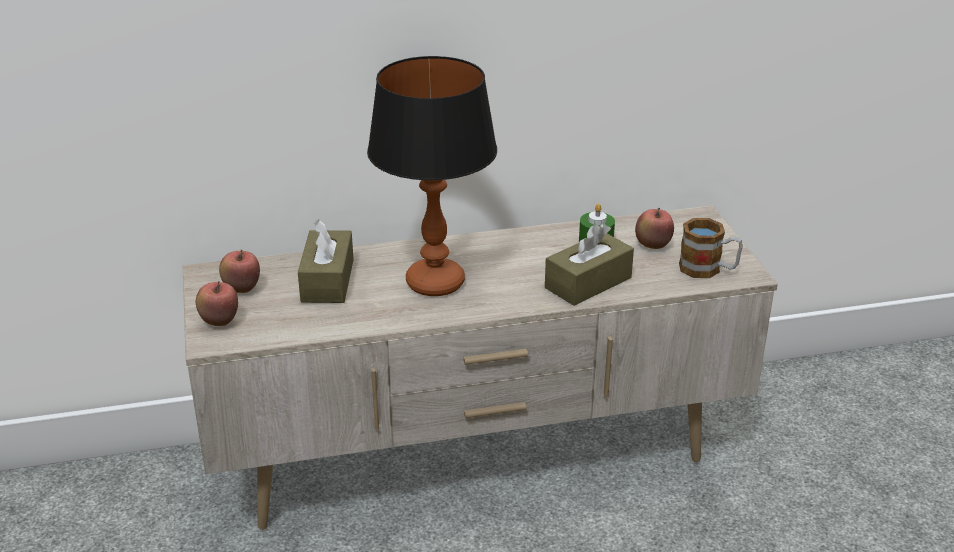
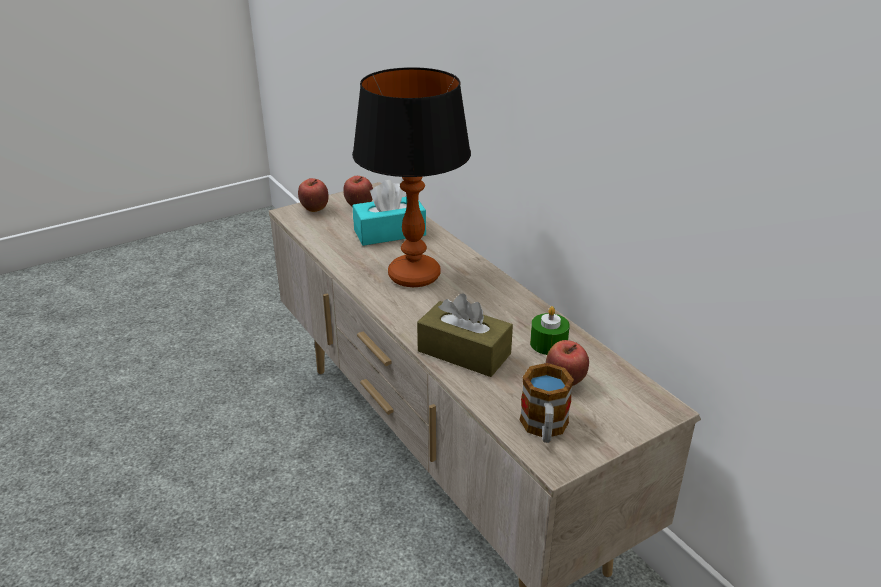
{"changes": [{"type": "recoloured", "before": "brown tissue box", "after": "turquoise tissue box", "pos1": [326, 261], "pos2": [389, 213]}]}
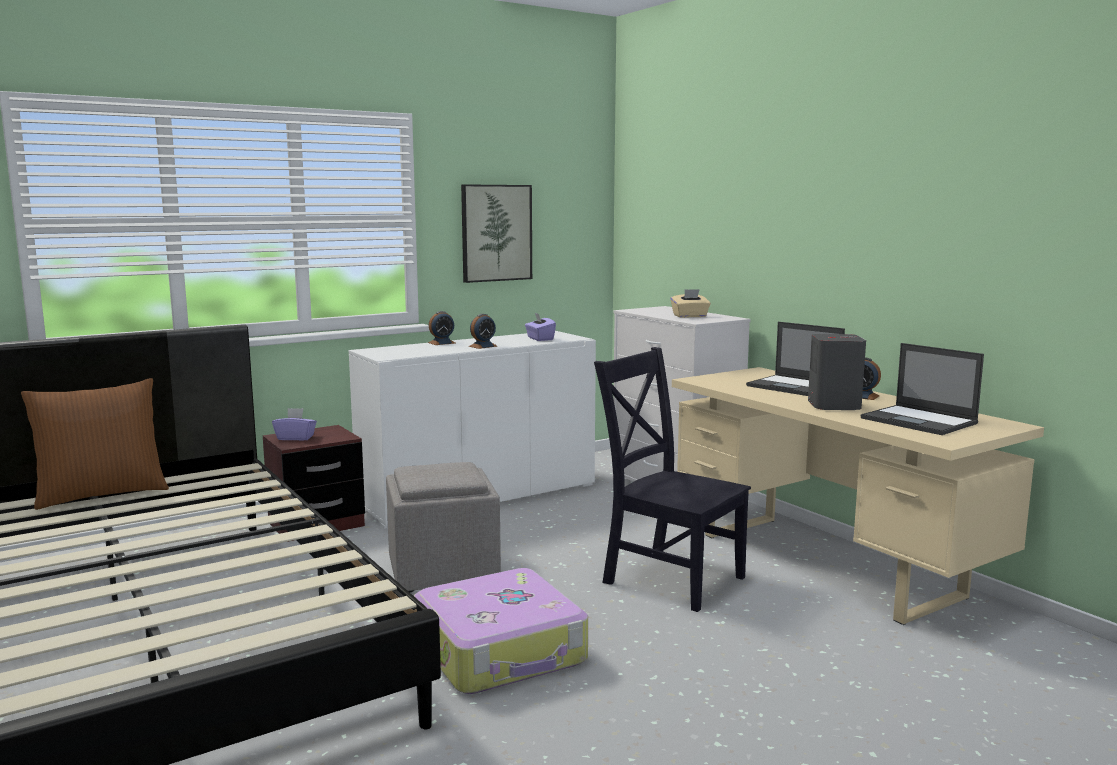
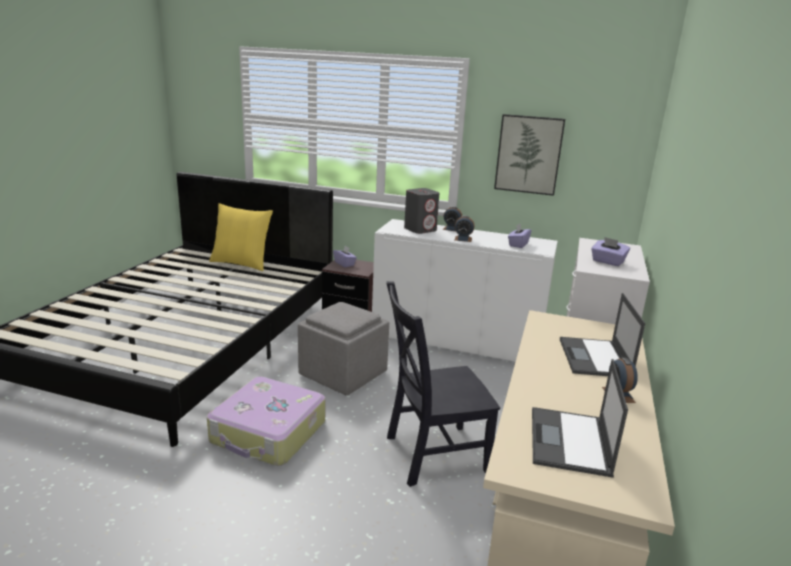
{"changes": [{"type": "moved", "before": "grey speaker", "pos1": [837, 372], "pos2": [421, 211]}, {"type": "recoloured", "before": "brown pillow", "after": "yellow pillow", "pos1": [95, 444], "pos2": [241, 237]}, {"type": "recoloured", "before": "beige tissue box", "after": "purple tissue box", "pos1": [691, 303], "pos2": [610, 251]}, {"type": "turned", "before": "black chair", "pos1": [672, 479], "pos2": [443, 384], "turn": -105}]}
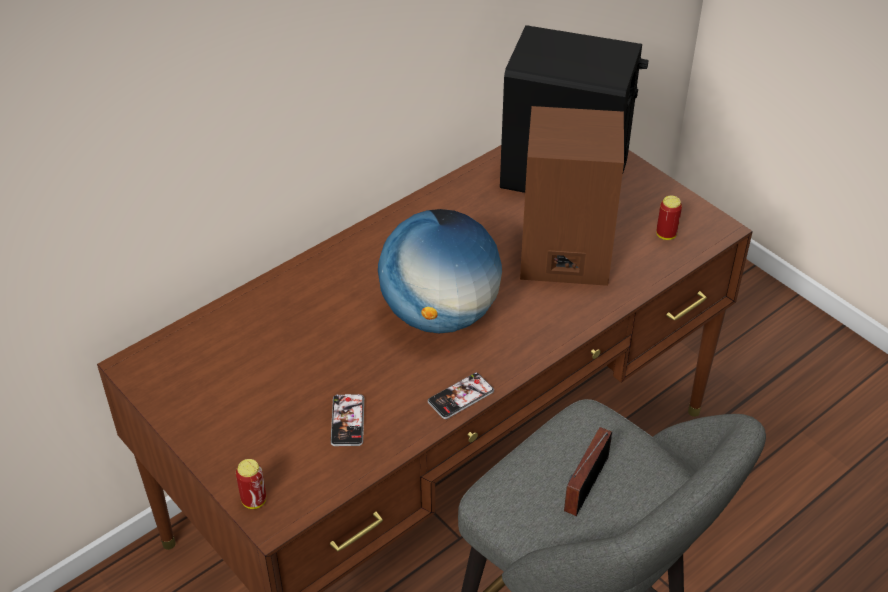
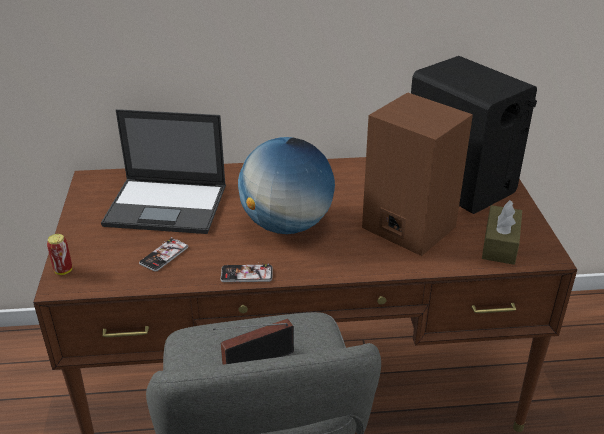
{"changes": [{"type": "added", "after": "laptop", "pos2": [163, 171]}, {"type": "replaced", "before": "can", "after": "brown tissue box", "pos1": [669, 218], "pos2": [502, 232]}]}
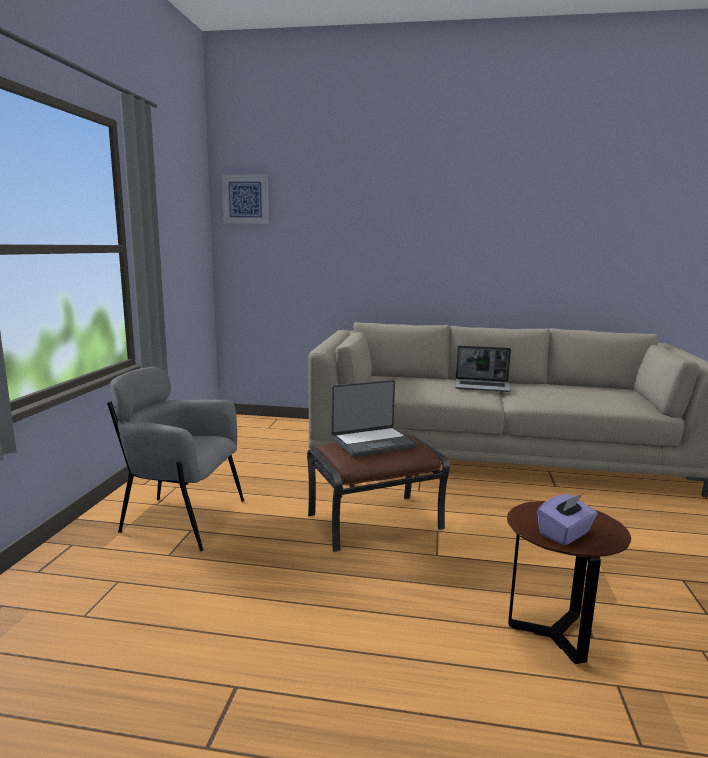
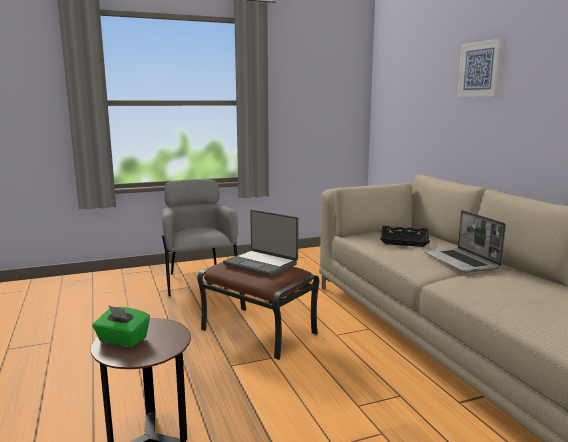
{"changes": [{"type": "added", "after": "black tray", "pos2": [405, 236]}, {"type": "moved", "before": "picture", "pos1": [245, 199], "pos2": [480, 67]}, {"type": "recoloured", "before": "purple tissue box", "after": "green tissue box", "pos1": [567, 519], "pos2": [121, 326]}]}
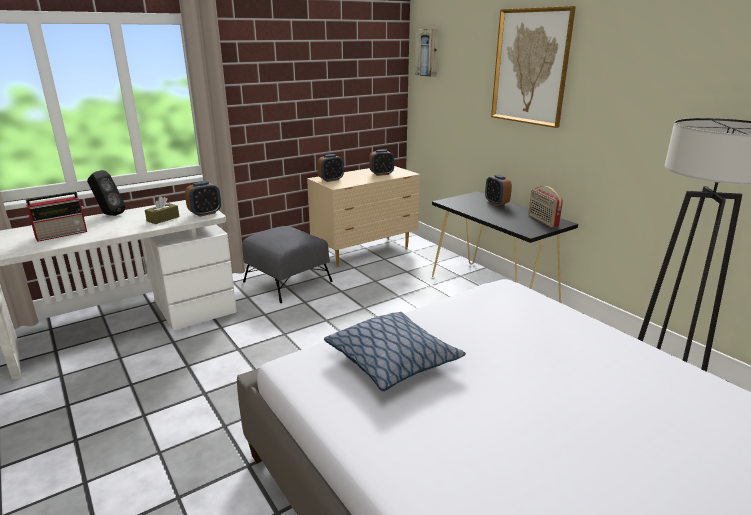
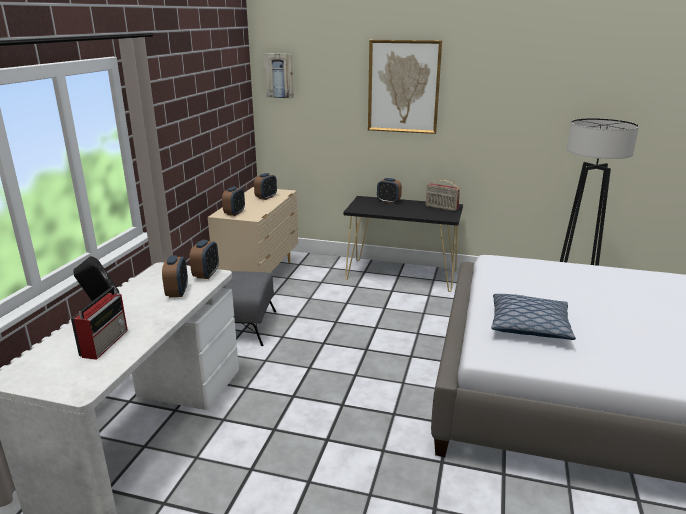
{"changes": [{"type": "replaced", "before": "brown tissue box", "after": "alarm clock", "pos1": [162, 210], "pos2": [175, 276]}]}
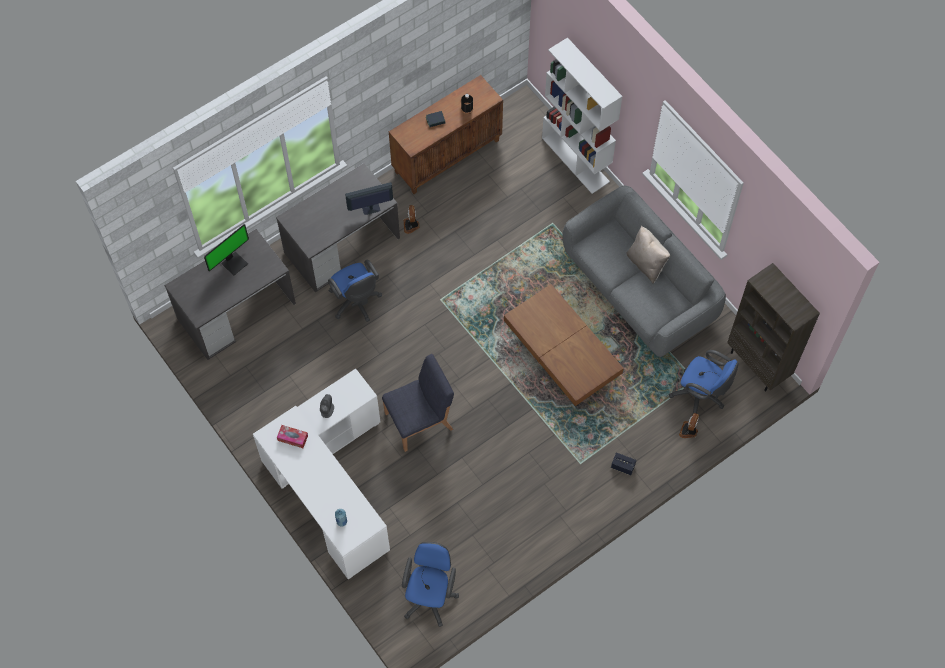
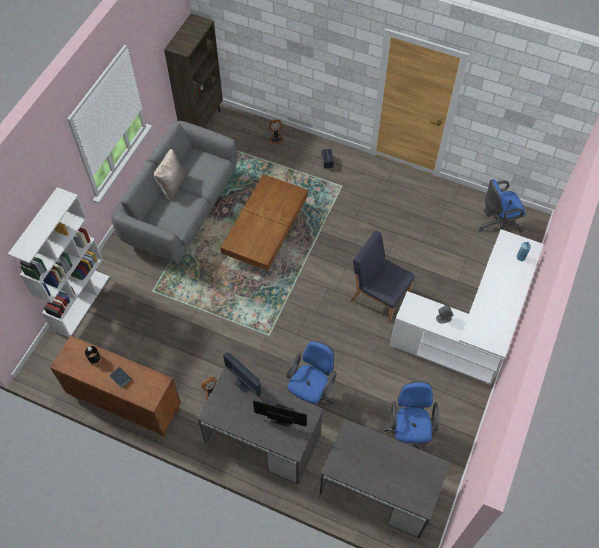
{"changes": [{"type": "removed", "before": "tissue box", "pos1": [292, 436]}, {"type": "moved", "before": "monitor", "pos1": [226, 250], "pos2": [280, 413]}, {"type": "moved", "before": "blue office chair", "pos1": [703, 383], "pos2": [411, 416]}]}
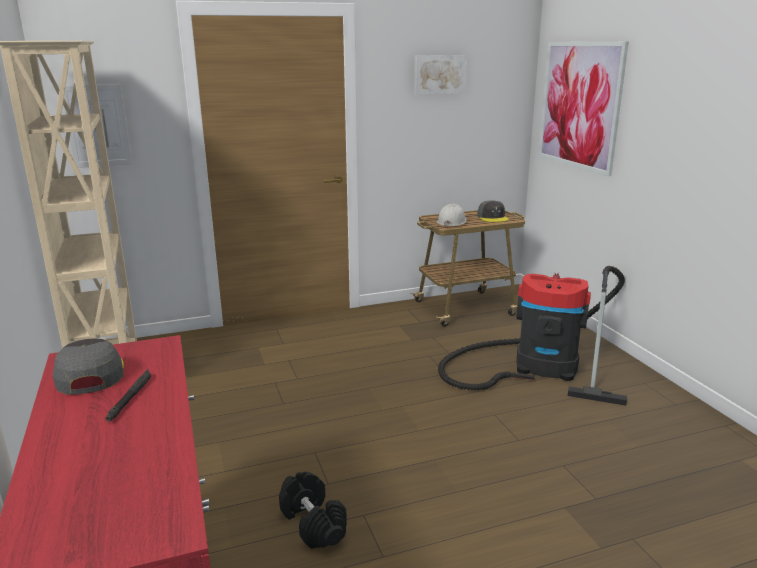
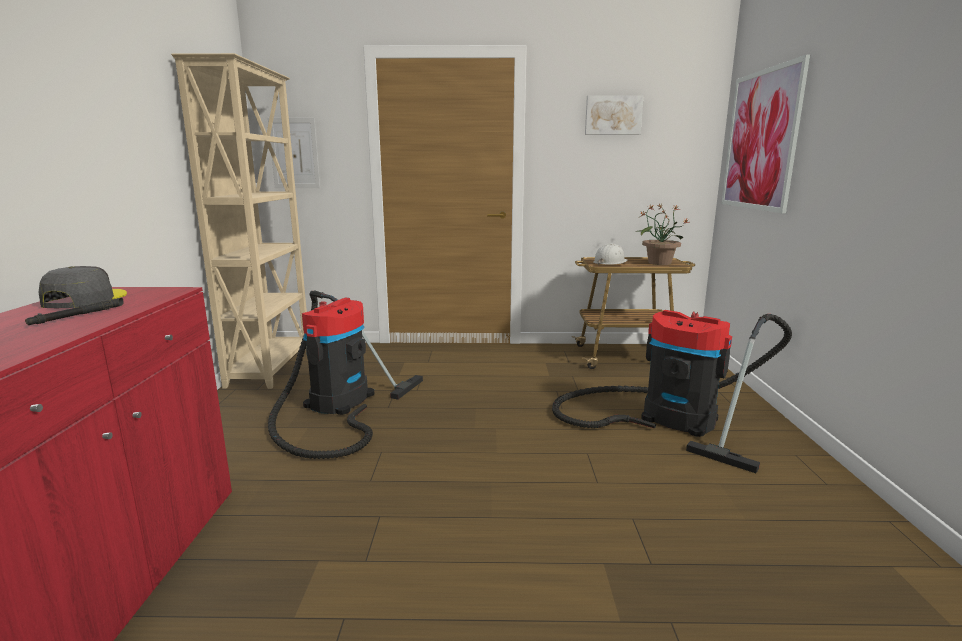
{"changes": [{"type": "removed", "before": "black dumbbell", "pos1": [313, 510]}, {"type": "added", "after": "vacuum cleaner", "pos2": [345, 375]}, {"type": "replaced", "before": "grey cap", "after": "potted plant", "pos1": [493, 211], "pos2": [663, 234]}]}
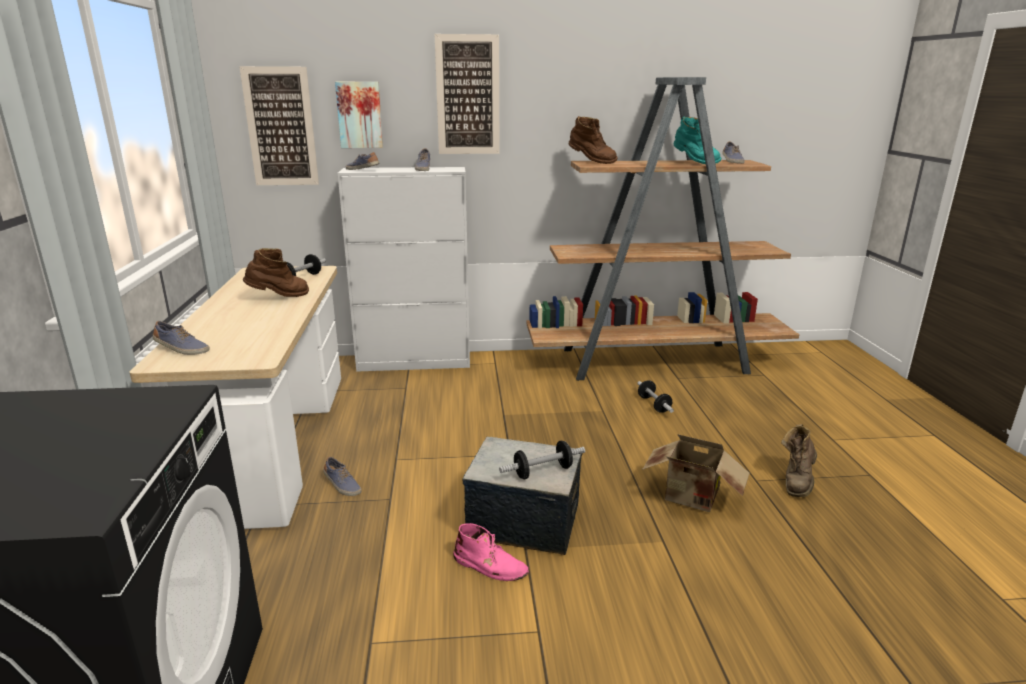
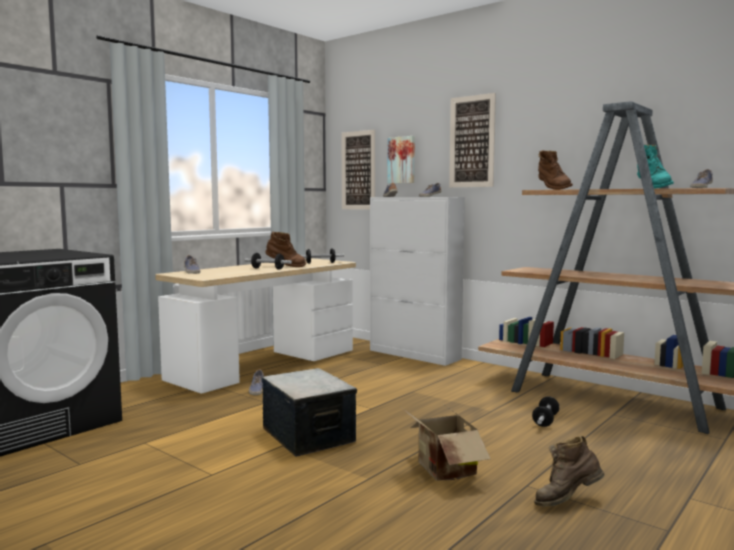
{"changes": [{"type": "removed", "before": "pink boot", "pos1": [491, 552]}, {"type": "moved", "before": "dumbbell", "pos1": [542, 460], "pos2": [268, 261]}]}
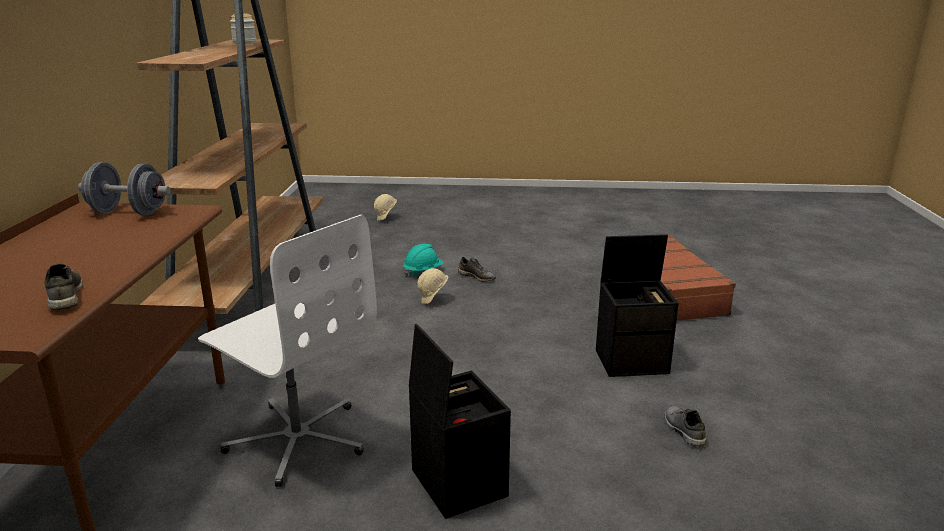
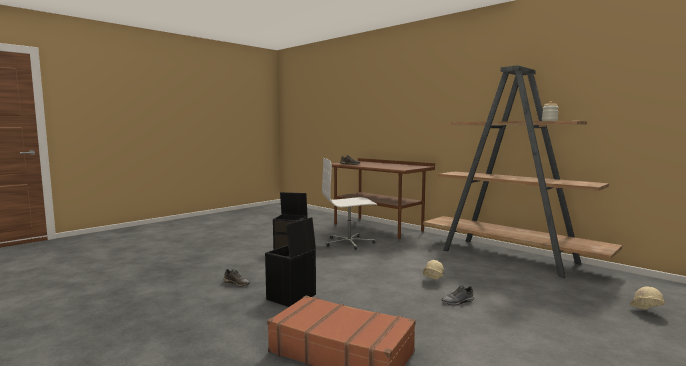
{"changes": [{"type": "removed", "before": "grey dumbbell", "pos1": [124, 188]}, {"type": "removed", "before": "turquoise hard hat", "pos1": [423, 260]}]}
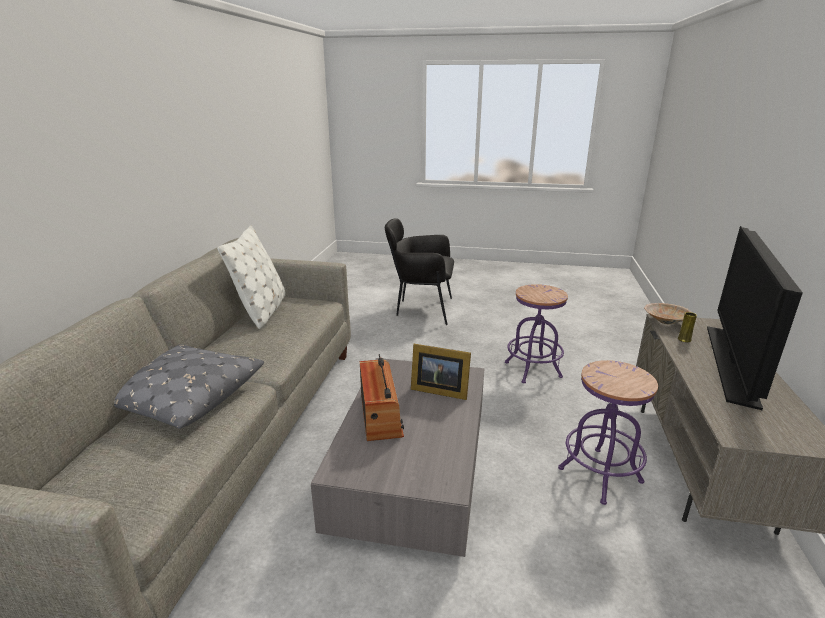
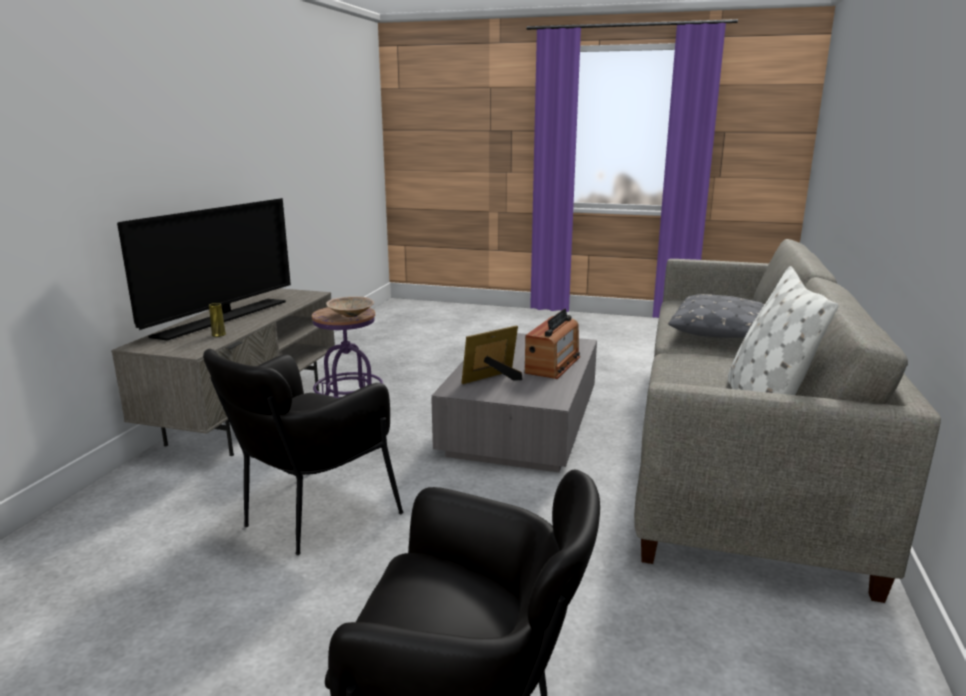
{"changes": [{"type": "moved", "before": "beige bowl", "pos1": [667, 314], "pos2": [350, 306]}, {"type": "replaced", "before": "purple stool", "after": "black armchair", "pos1": [536, 333], "pos2": [303, 452]}, {"type": "turned", "before": "radio", "pos1": [382, 397], "pos2": [552, 343], "turn": -150}, {"type": "turned", "before": "picture frame", "pos1": [441, 372], "pos2": [492, 354], "turn": -60}]}
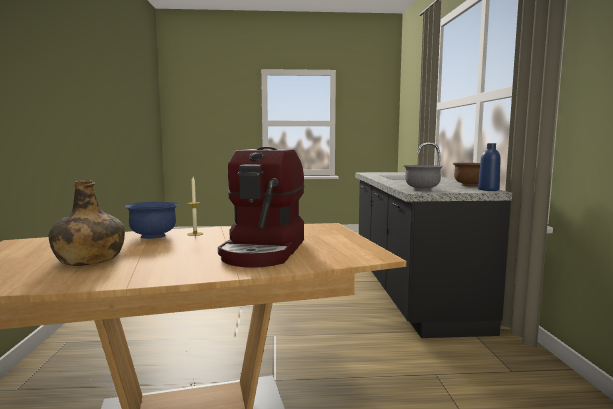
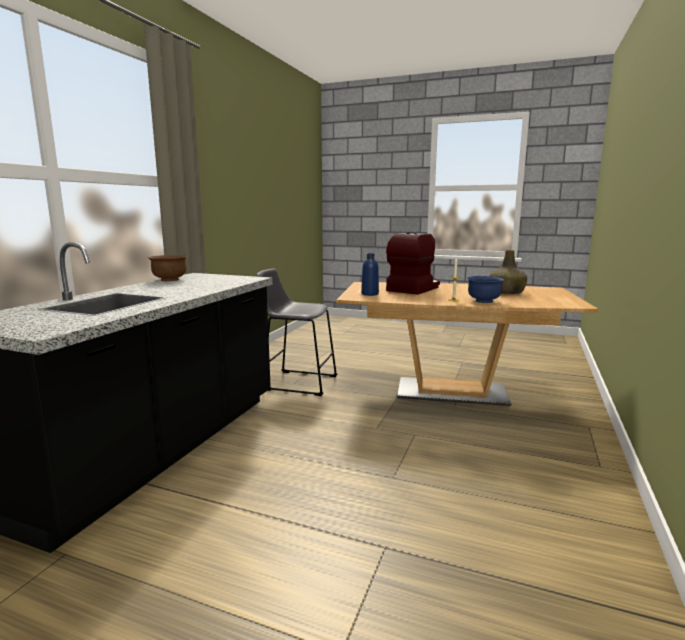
{"changes": [{"type": "removed", "before": "grey bowl", "pos1": [423, 178]}, {"type": "added", "after": "grey stool", "pos2": [296, 332]}, {"type": "moved", "before": "blue bottle", "pos1": [489, 167], "pos2": [370, 274]}]}
